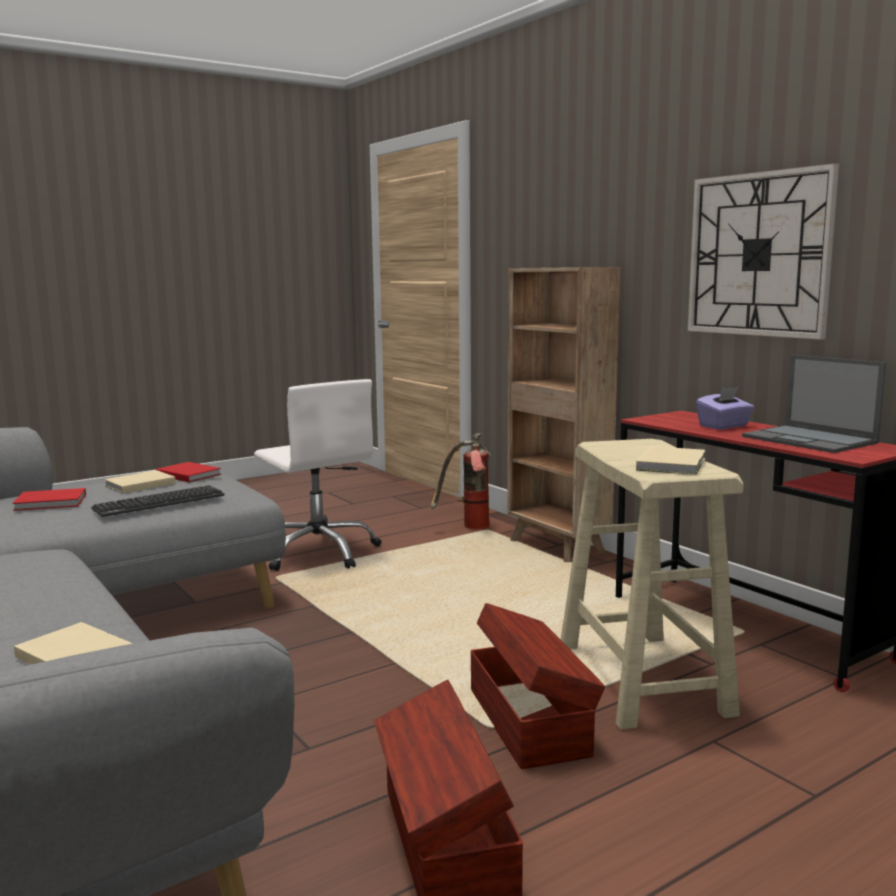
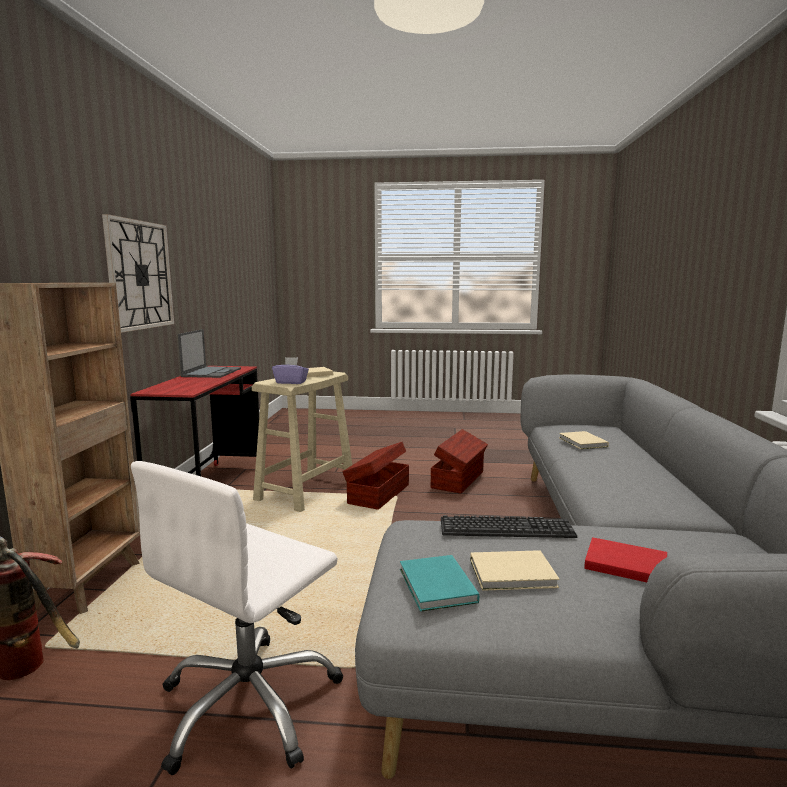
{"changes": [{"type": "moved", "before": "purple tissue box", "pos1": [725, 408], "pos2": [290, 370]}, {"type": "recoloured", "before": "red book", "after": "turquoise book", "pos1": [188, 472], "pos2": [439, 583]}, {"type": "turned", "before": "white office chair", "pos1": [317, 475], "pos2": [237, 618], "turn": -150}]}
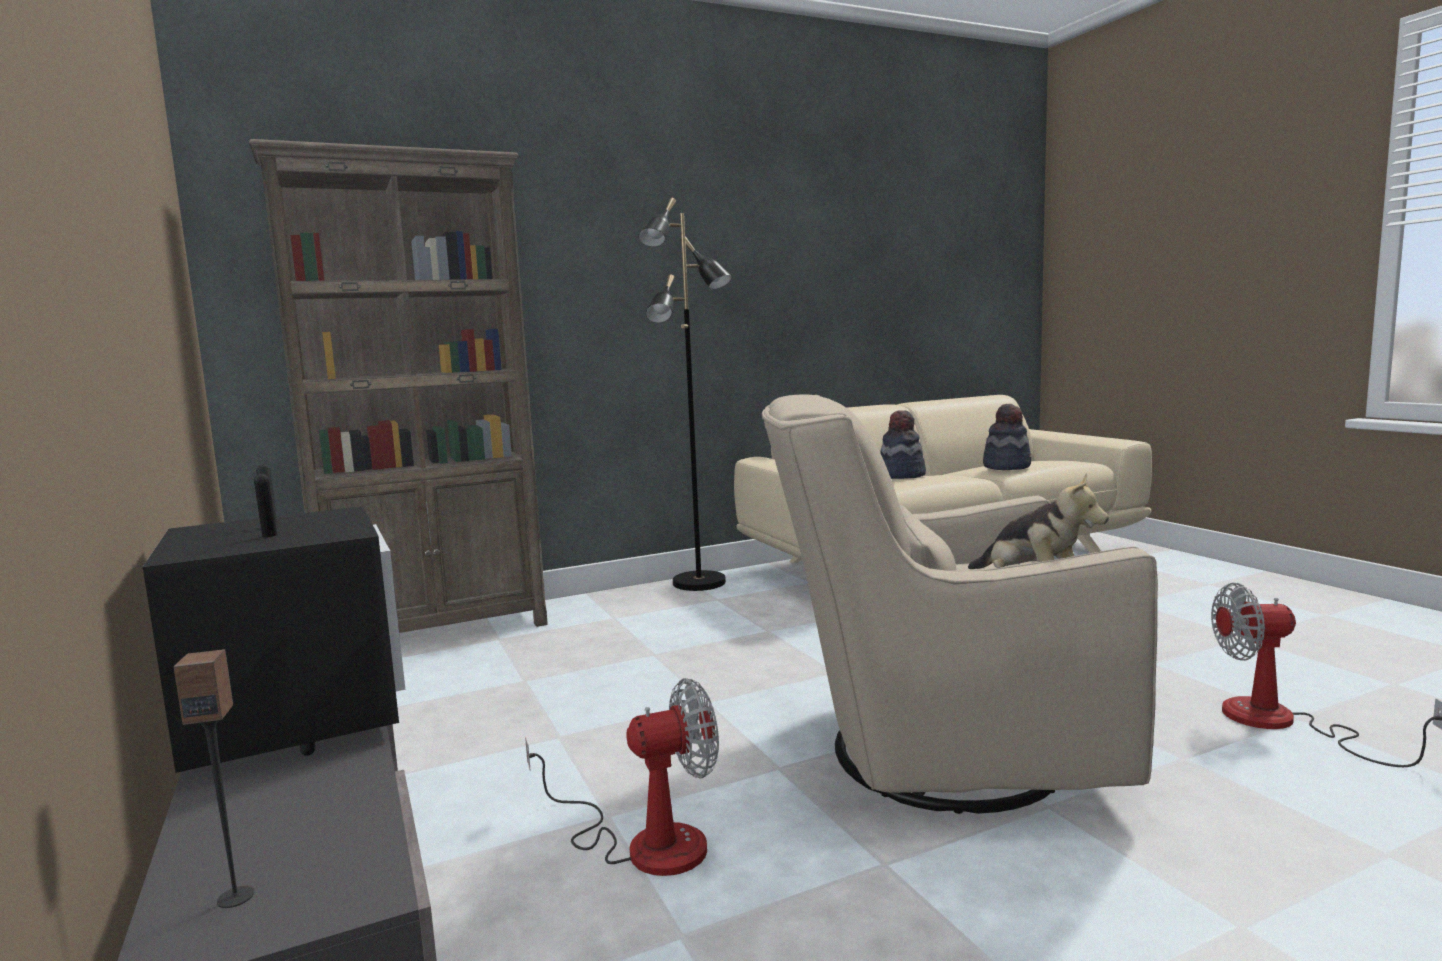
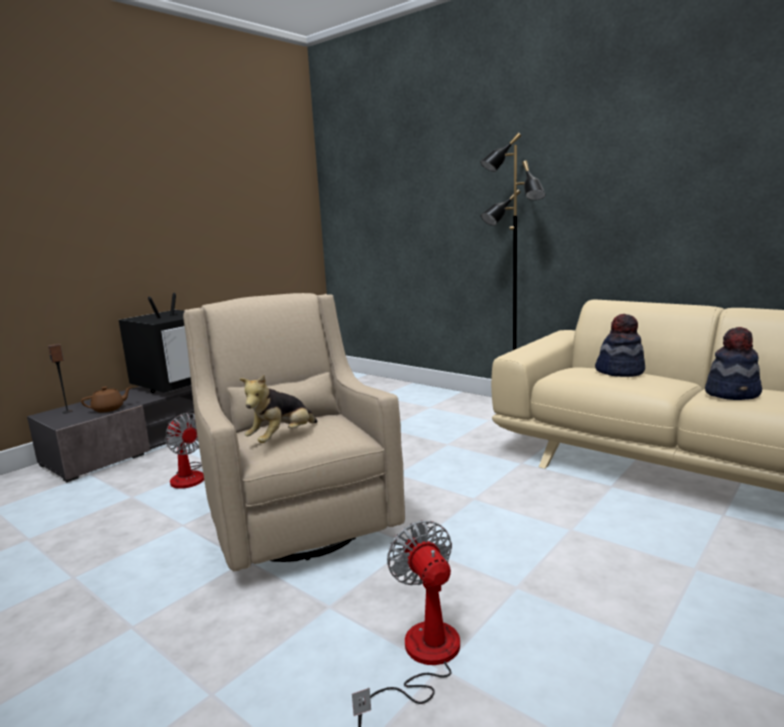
{"changes": [{"type": "removed", "before": "brown bookcase", "pos1": [398, 386]}, {"type": "added", "after": "brown teapot", "pos2": [106, 400]}]}
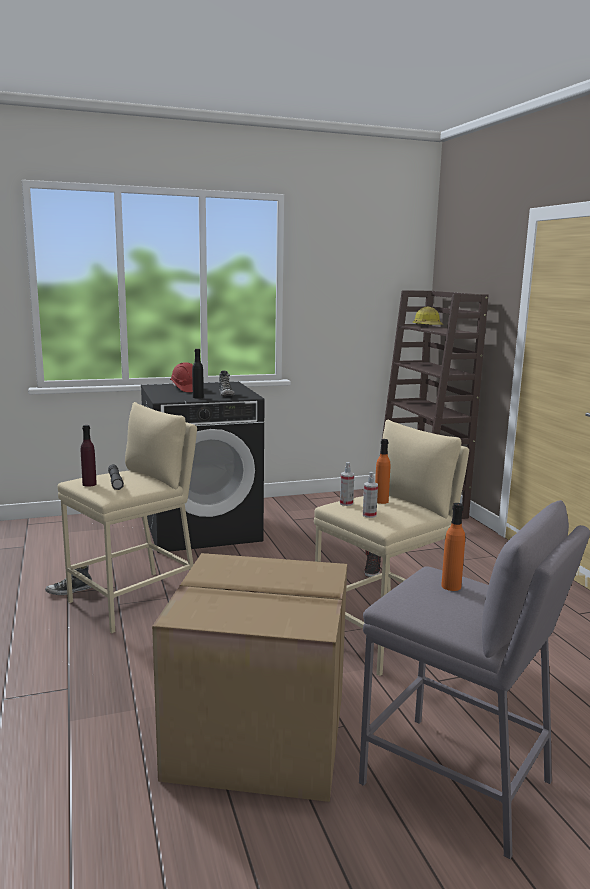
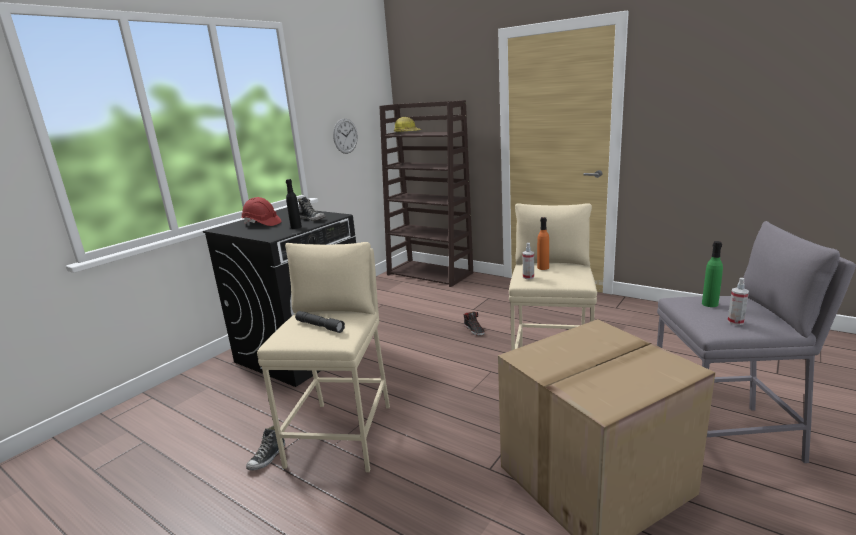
{"changes": [{"type": "removed", "before": "purple bottle", "pos1": [89, 456]}, {"type": "added", "after": "wall clock", "pos2": [345, 136]}, {"type": "moved", "before": "spray bottle", "pos1": [370, 495], "pos2": [738, 301]}, {"type": "recoloured", "before": "orange bottle", "after": "green bottle", "pos1": [453, 547], "pos2": [712, 274]}]}
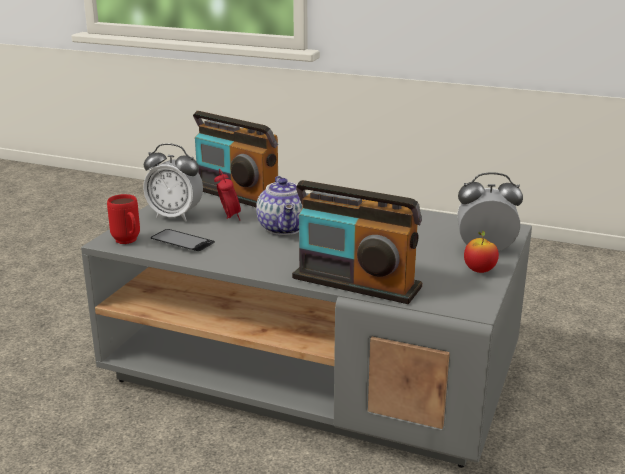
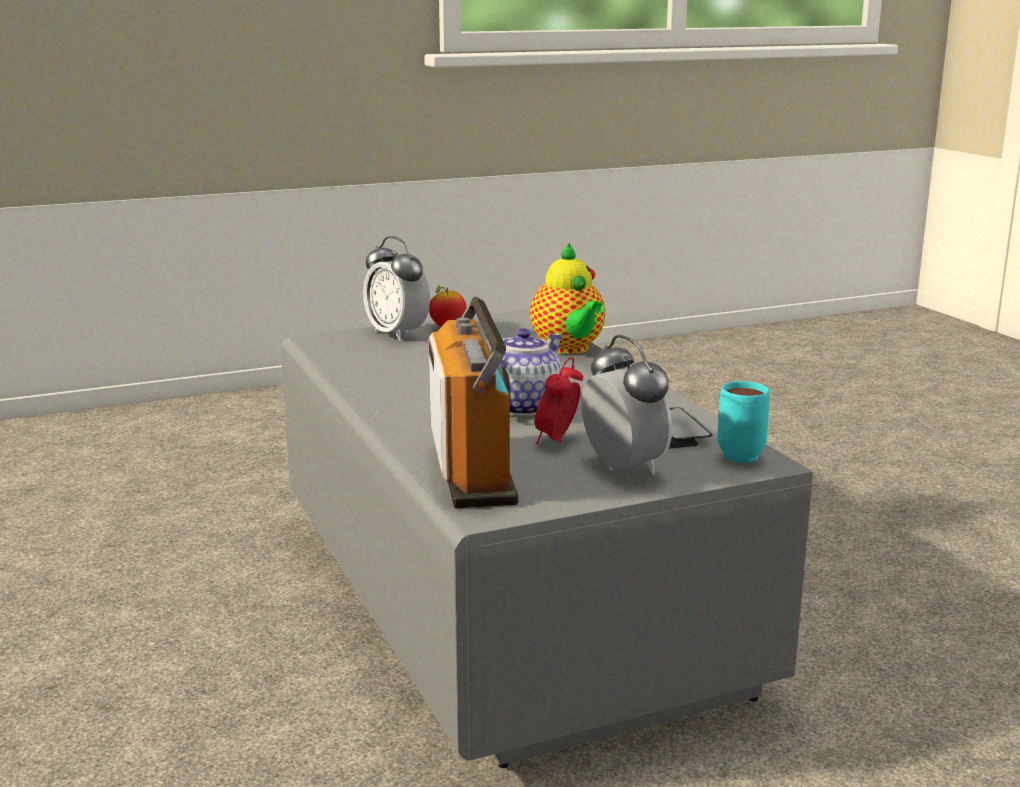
{"changes": [{"type": "replaced", "before": "radio", "after": "teapot", "pos1": [357, 242], "pos2": [567, 298]}, {"type": "recoloured", "before": "red mug", "after": "turquoise mug", "pos1": [123, 219], "pos2": [743, 422]}]}
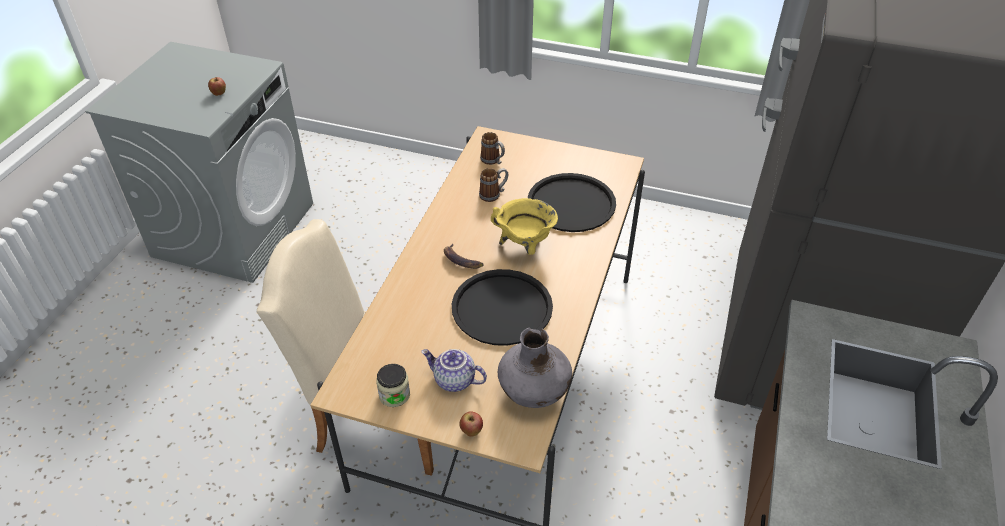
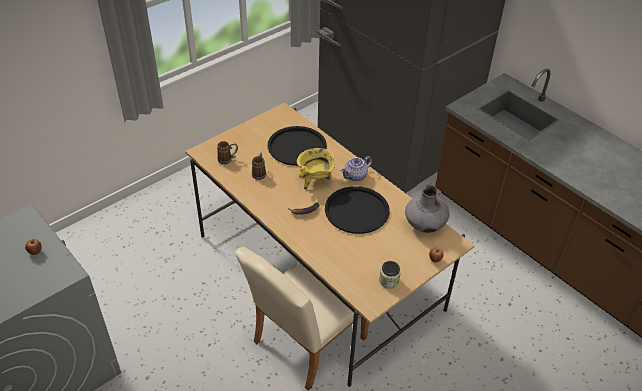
{"changes": [{"type": "moved", "before": "teapot", "pos1": [454, 370], "pos2": [356, 169]}]}
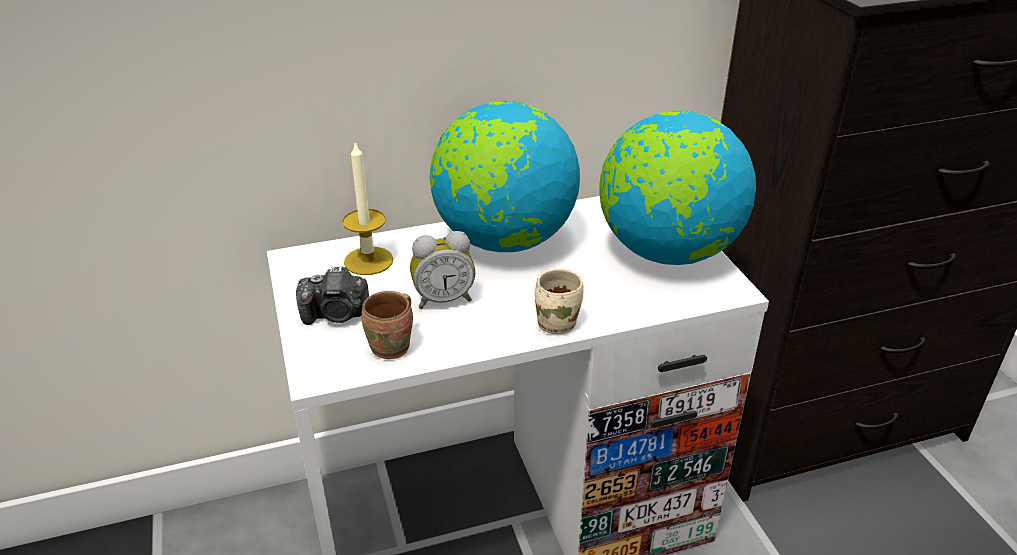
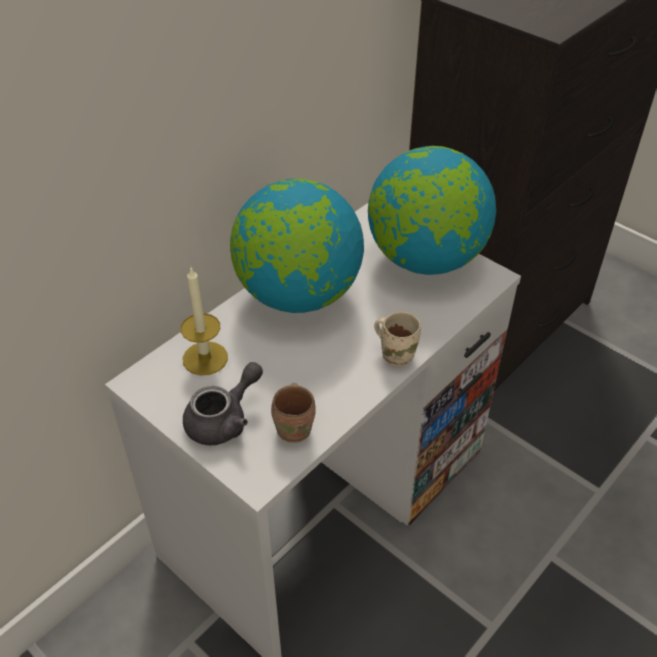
{"changes": [{"type": "removed", "before": "alarm clock", "pos1": [442, 270]}, {"type": "replaced", "before": "photo camera", "after": "grey teapot", "pos1": [332, 295], "pos2": [223, 403]}]}
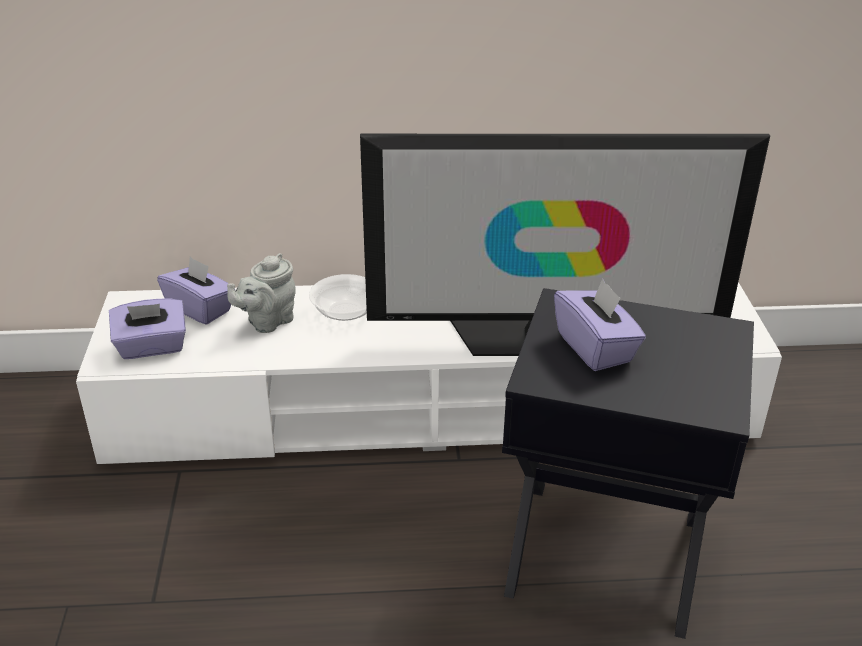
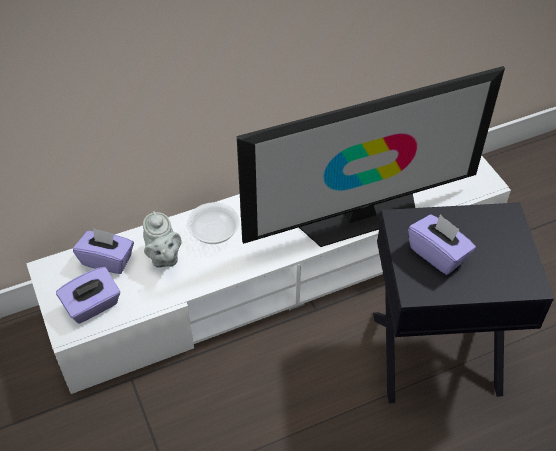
{"changes": [{"type": "turned", "before": "grey teapot", "pos1": [261, 293], "pos2": [162, 239], "turn": -45}]}
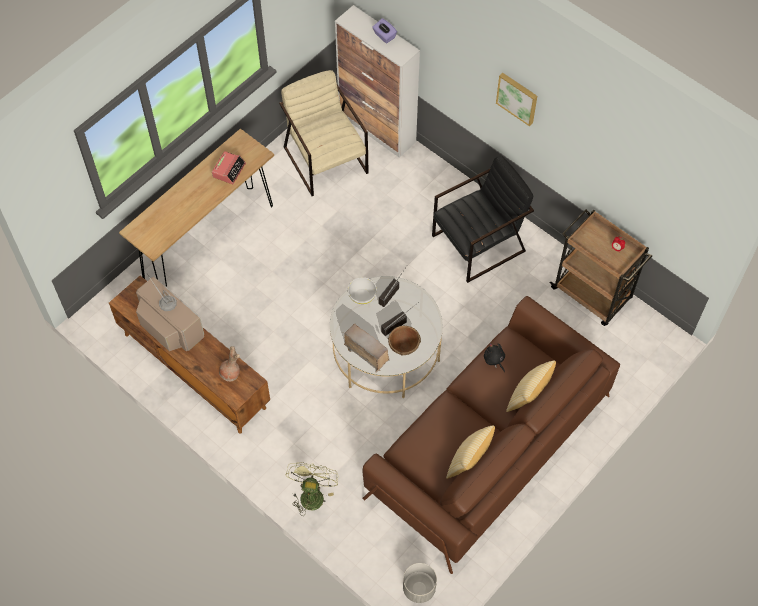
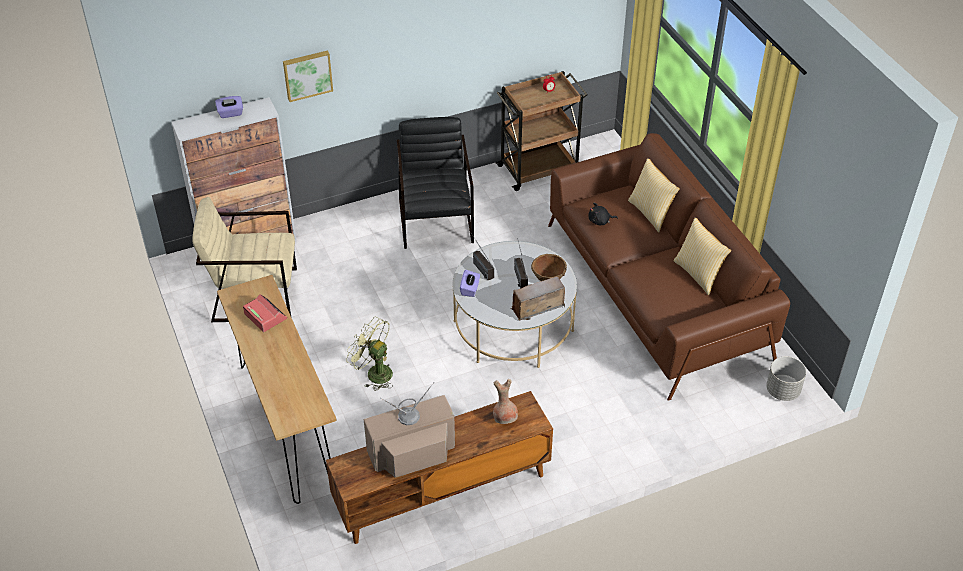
{"changes": [{"type": "moved", "before": "green fan", "pos1": [312, 489], "pos2": [369, 354]}, {"type": "moved", "before": "picture", "pos1": [516, 100], "pos2": [308, 76]}, {"type": "replaced", "before": "white bowl", "after": "purple tissue box", "pos1": [362, 290], "pos2": [470, 283]}]}
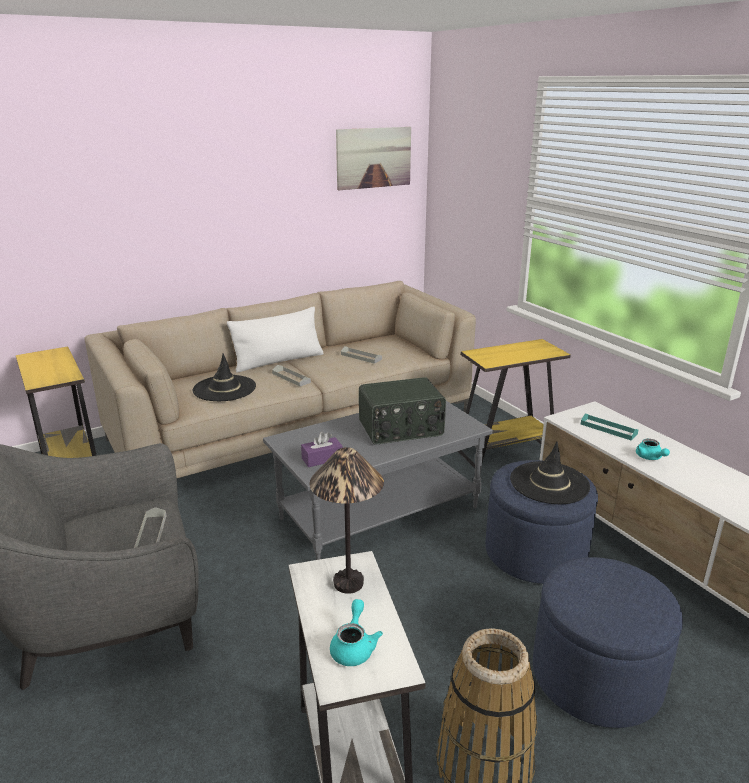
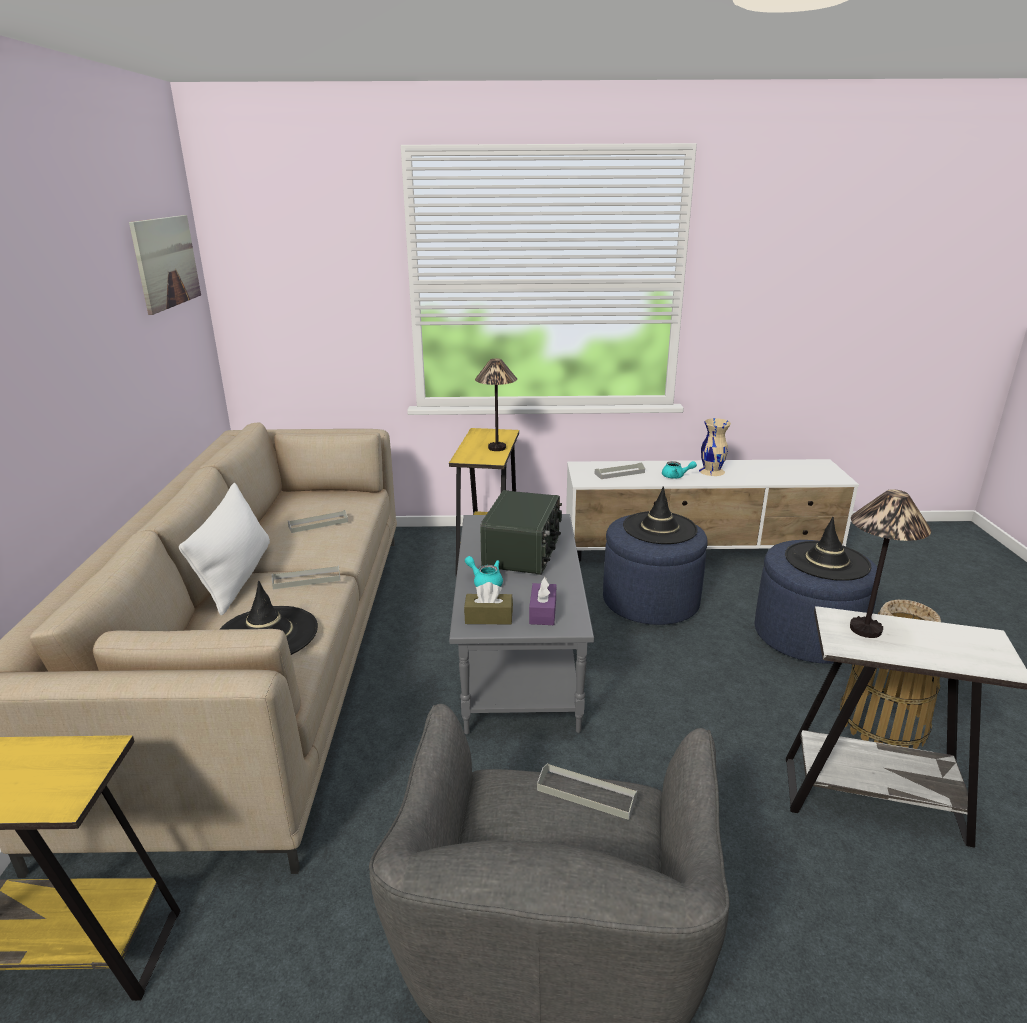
{"changes": [{"type": "added", "after": "brown tissue box", "pos2": [488, 603]}, {"type": "added", "after": "table lamp", "pos2": [496, 405]}, {"type": "added", "after": "beige vase", "pos2": [715, 447]}, {"type": "added", "after": "black hat", "pos2": [828, 549]}, {"type": "moved", "before": "turquoise teapot", "pos1": [356, 632], "pos2": [484, 571]}, {"type": "recoloured", "before": "turquoise tray", "after": "grey tray", "pos1": [609, 427], "pos2": [620, 470]}]}
